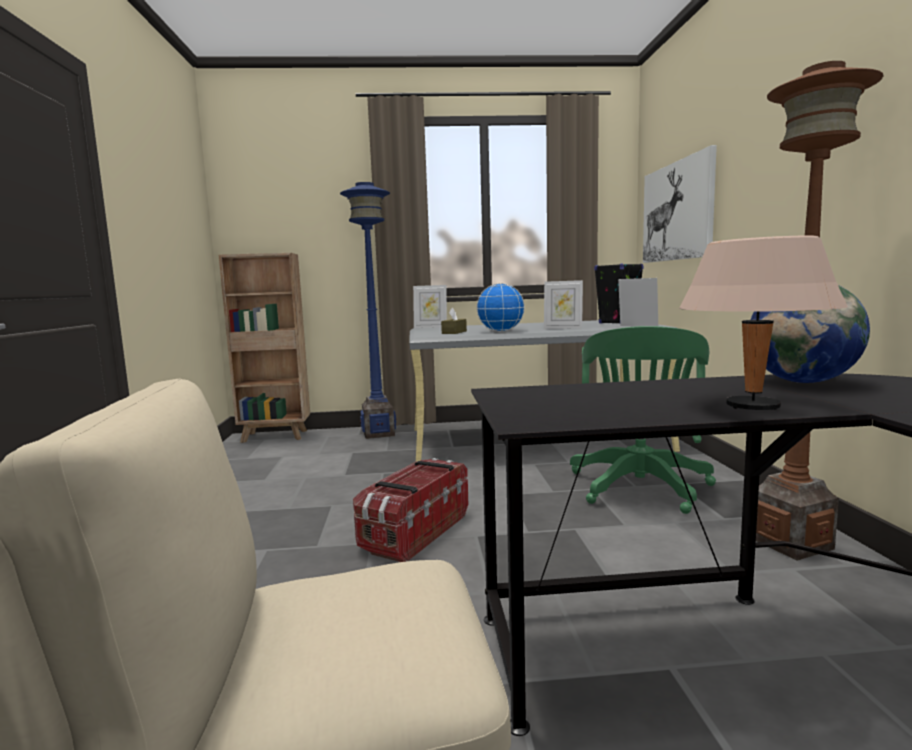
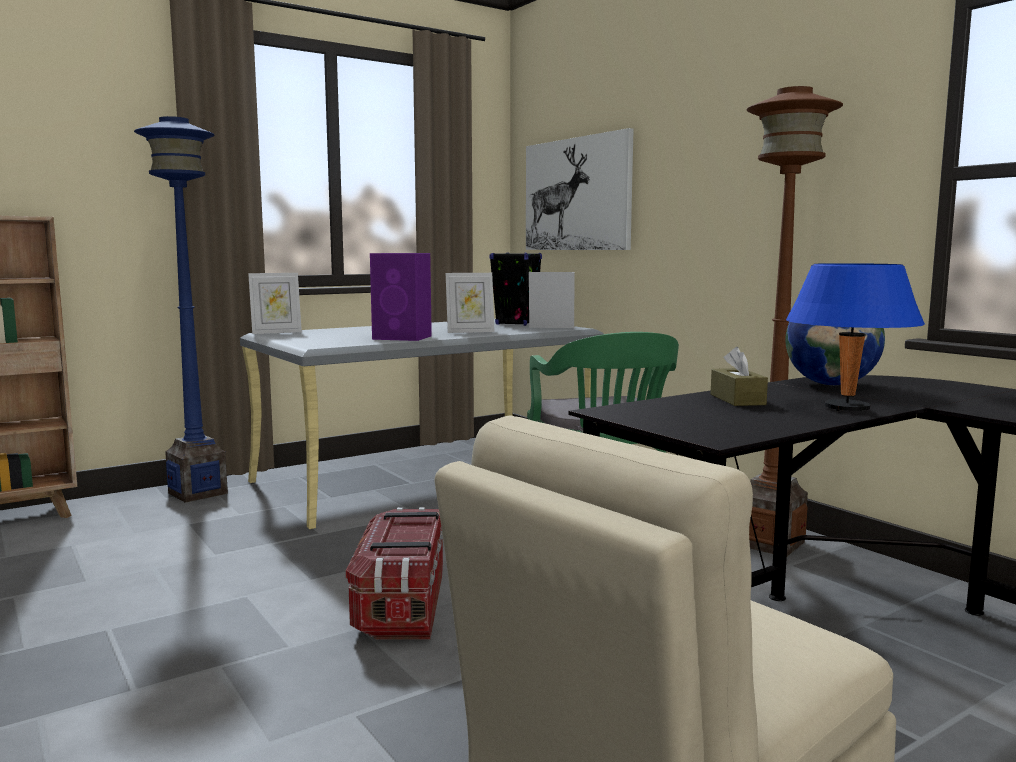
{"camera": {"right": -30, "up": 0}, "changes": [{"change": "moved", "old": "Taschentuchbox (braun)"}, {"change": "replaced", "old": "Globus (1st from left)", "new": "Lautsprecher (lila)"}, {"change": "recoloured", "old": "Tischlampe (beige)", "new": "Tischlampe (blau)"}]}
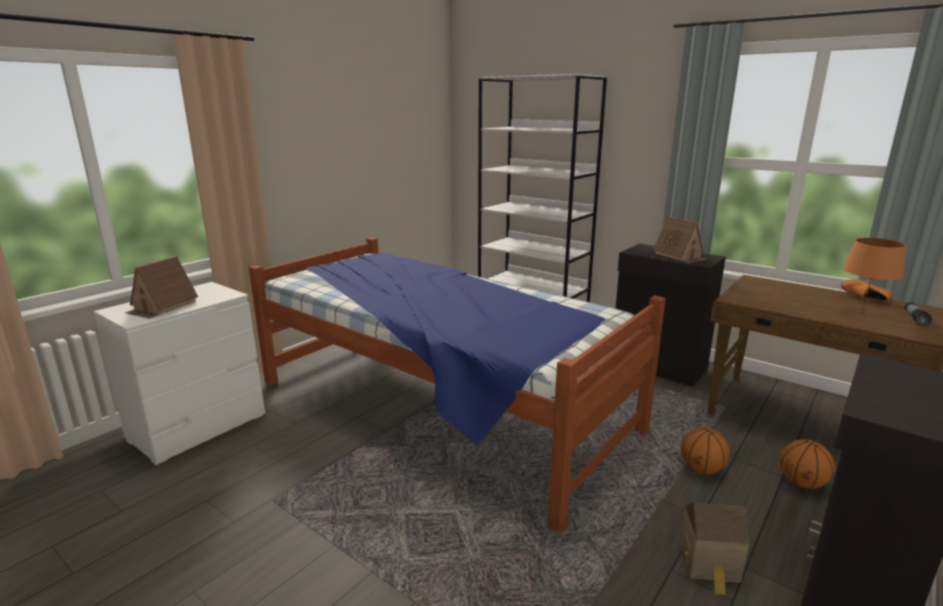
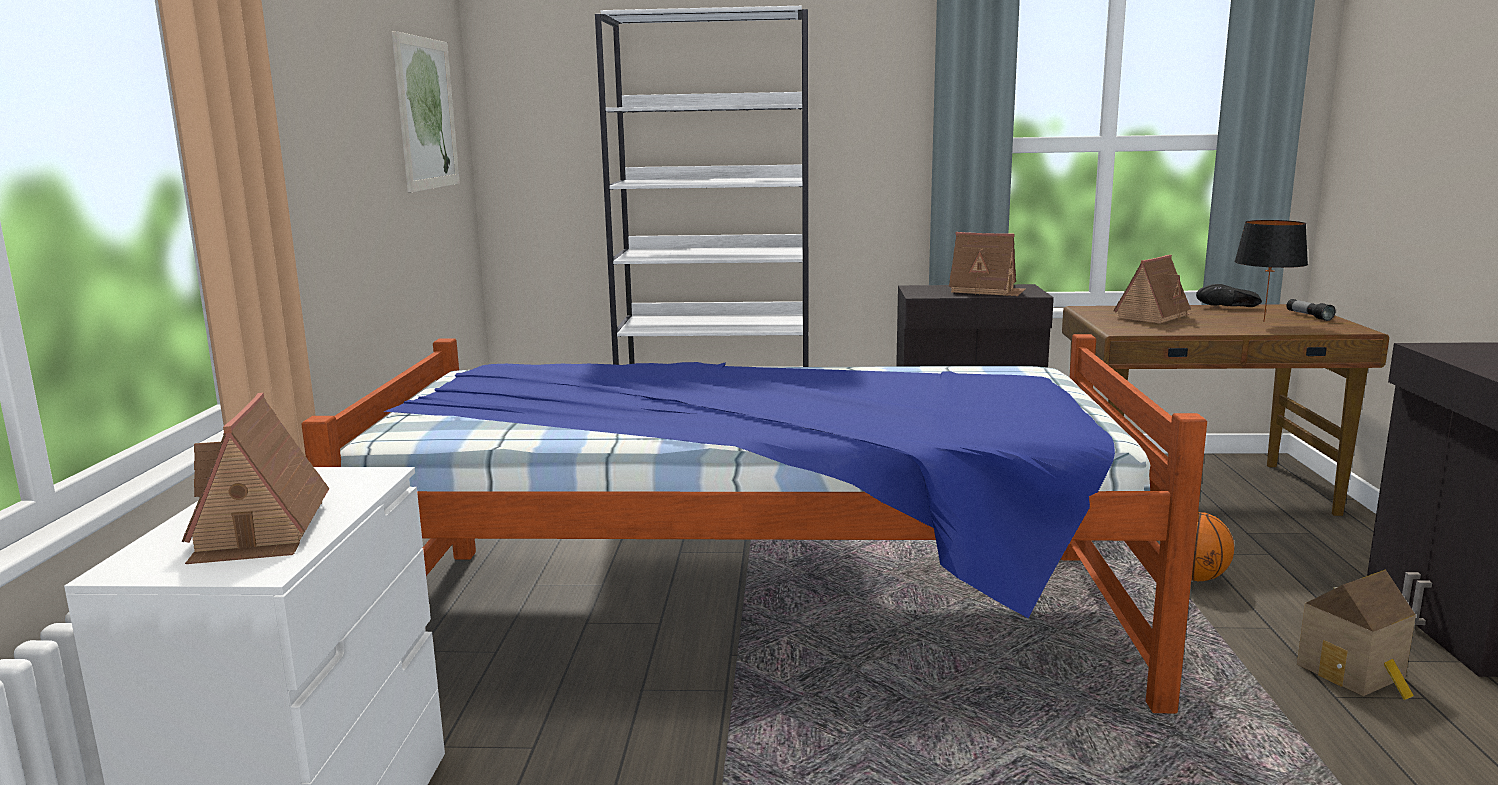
{"camera": {"right": -35, "up": -5}, "changes": [{"change": "removed", "old": "Basketball (2nd from left)"}, {"change": "added", "new": "Bild"}, {"change": "added", "new": "Spielzeughaus (3rd from left)"}, {"change": "recoloured", "old": "Schuh (orange)", "new": "Schuh (schwarz)"}, {"change": "recoloured", "old": "Tischlampe (orange)", "new": "Tischlampe (schwarz)"}]}
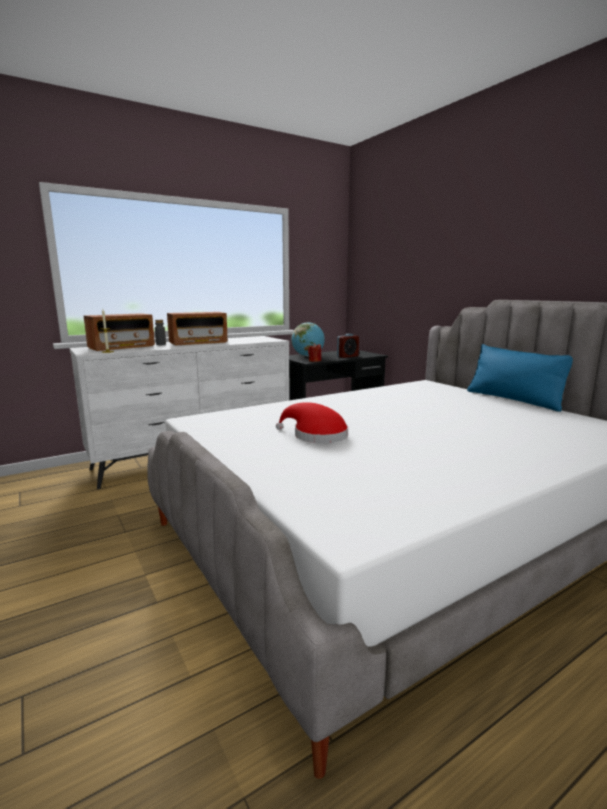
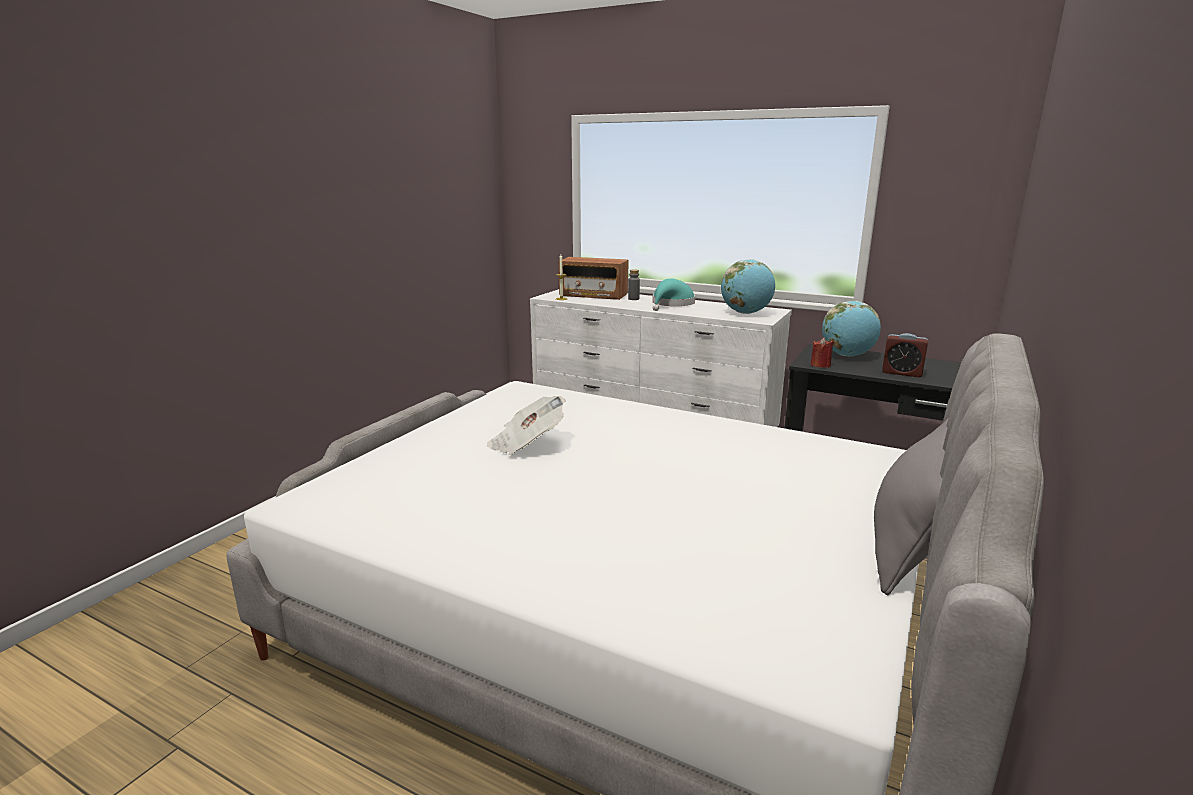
{"camera": {"right": 60, "up": 5}, "changes": [{"change": "added", "new": "Globus (1st from left)"}, {"change": "replaced", "old": "Radio (2nd from left)", "new": "Hut (türkis)"}, {"change": "replaced", "old": "Hut (rot)", "new": "Zeitung"}, {"change": "recoloured", "old": "Kissen (blau)", "new": "Kissen (grau)"}]}
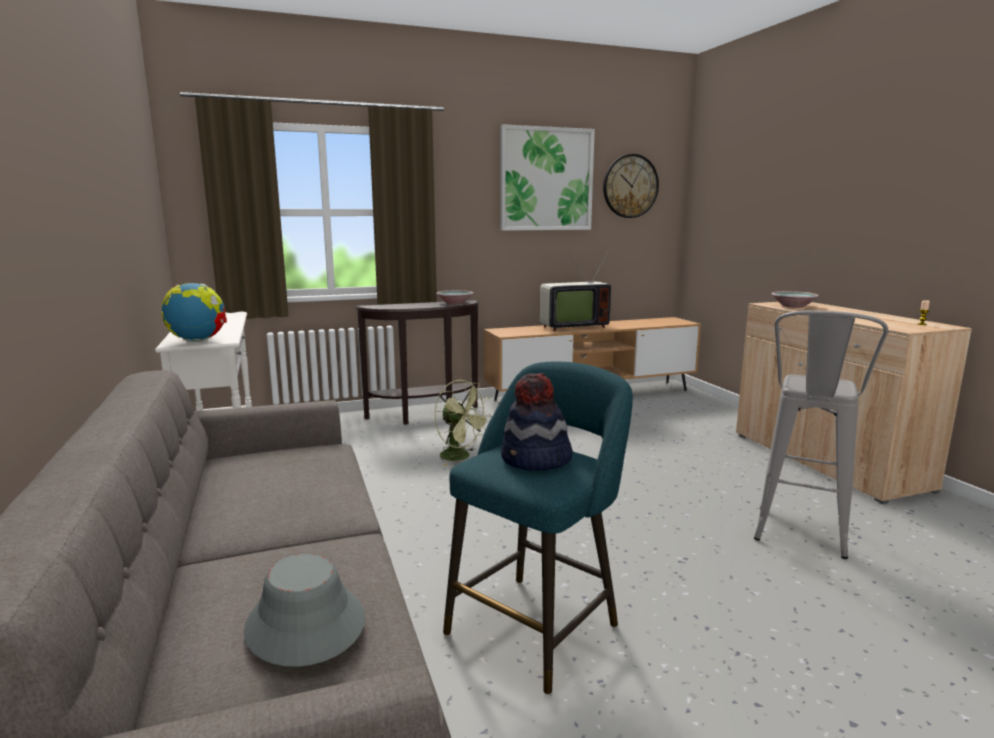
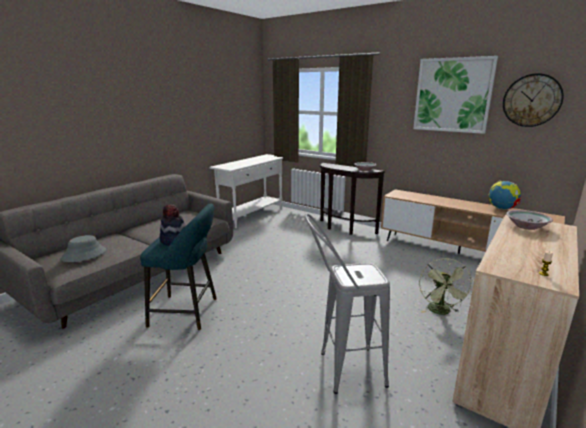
{"camera": {"right": 55, "up": 5}, "changes": [{"change": "removed", "old": "Fernseher"}, {"change": "moved", "old": "Globus"}, {"change": "moved", "old": "Ventilator (grün)"}]}
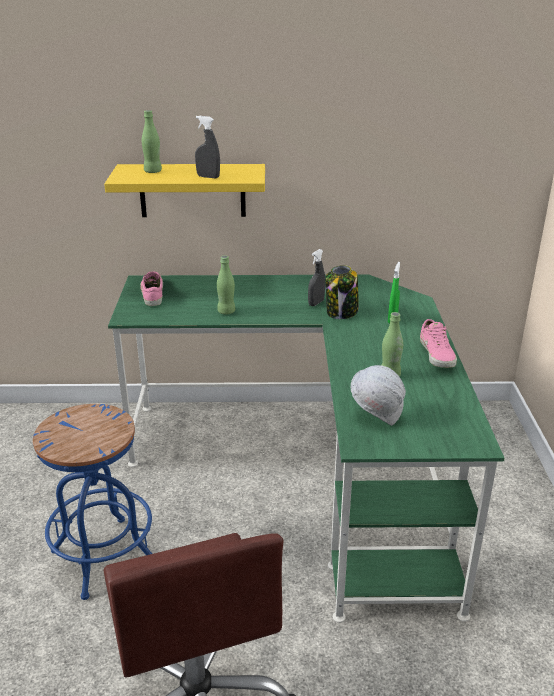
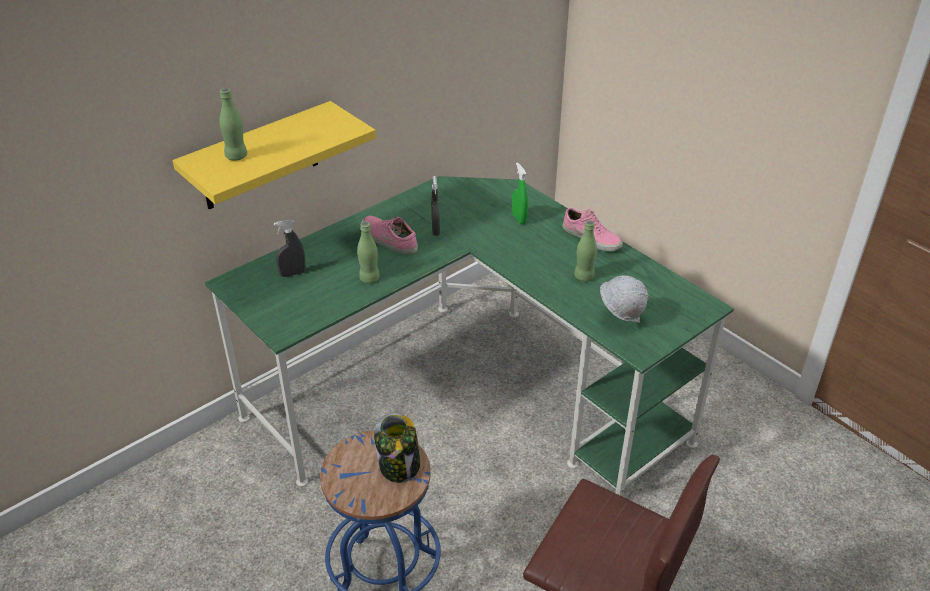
{"camera": {"right": -40, "up": 10}, "changes": [{"change": "moved", "old": "Schuh (rosa) (1st from left)"}, {"change": "moved", "old": "Sprühflasche (grau) (1st from left)"}, {"change": "moved", "old": "Vorratsglas"}]}
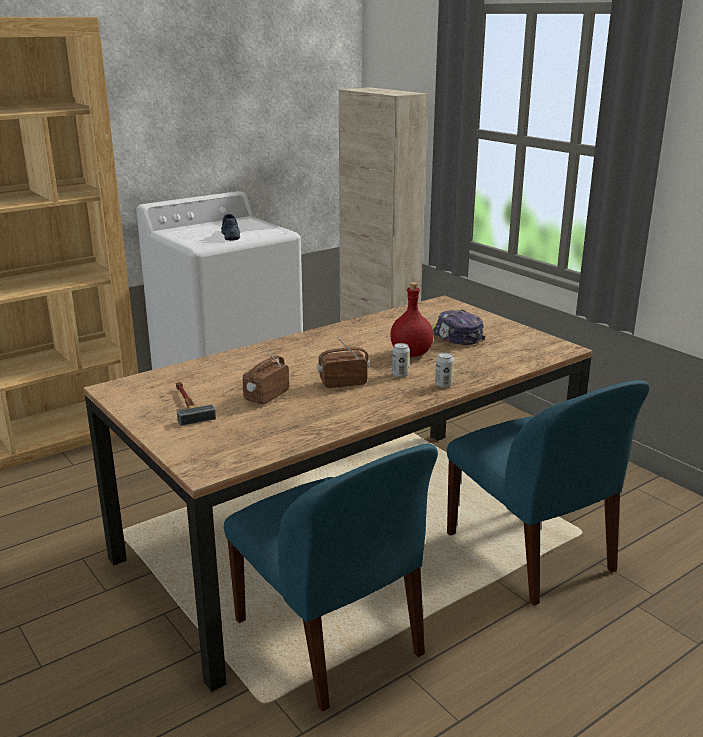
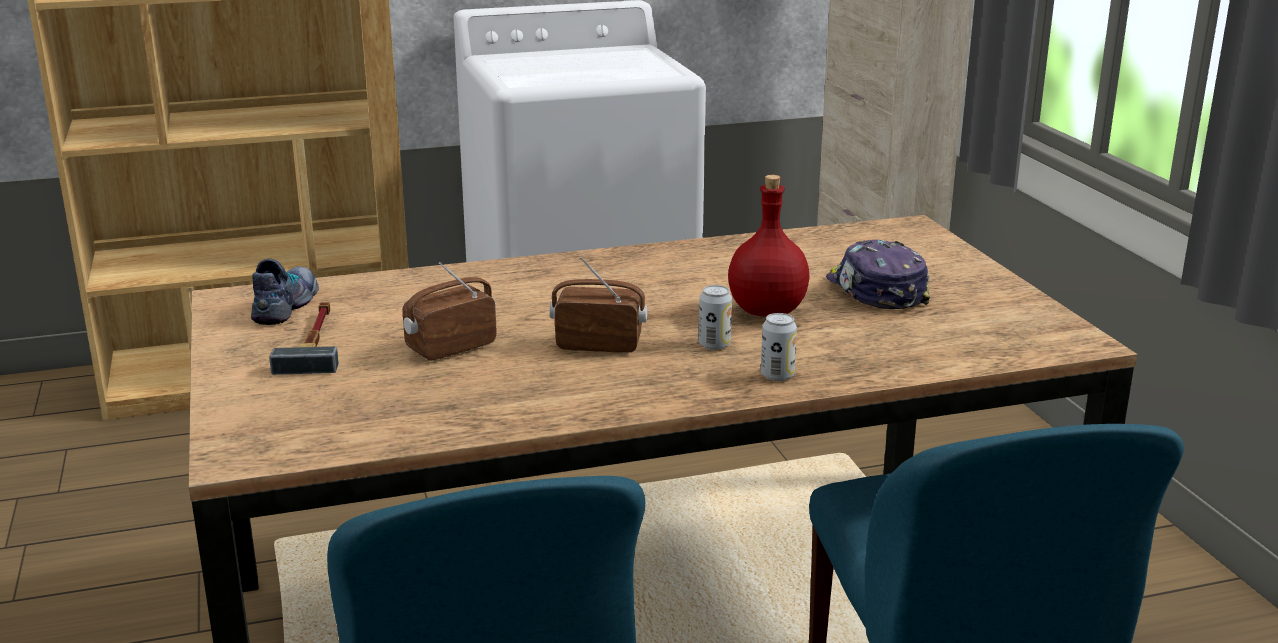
{"camera": {"right": 20, "up": 0}, "changes": [{"change": "moved", "old": "Schuh"}]}
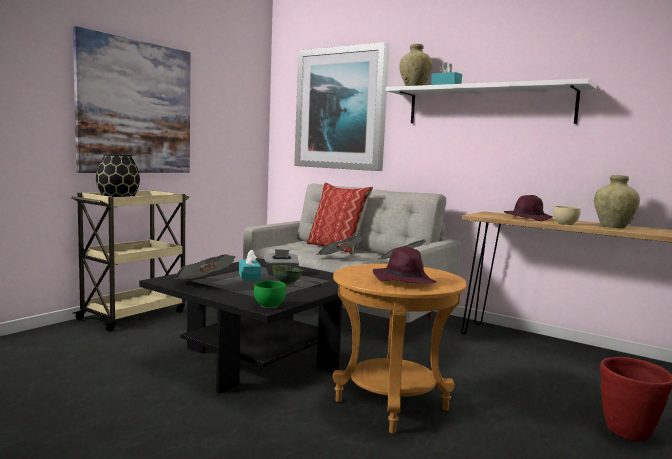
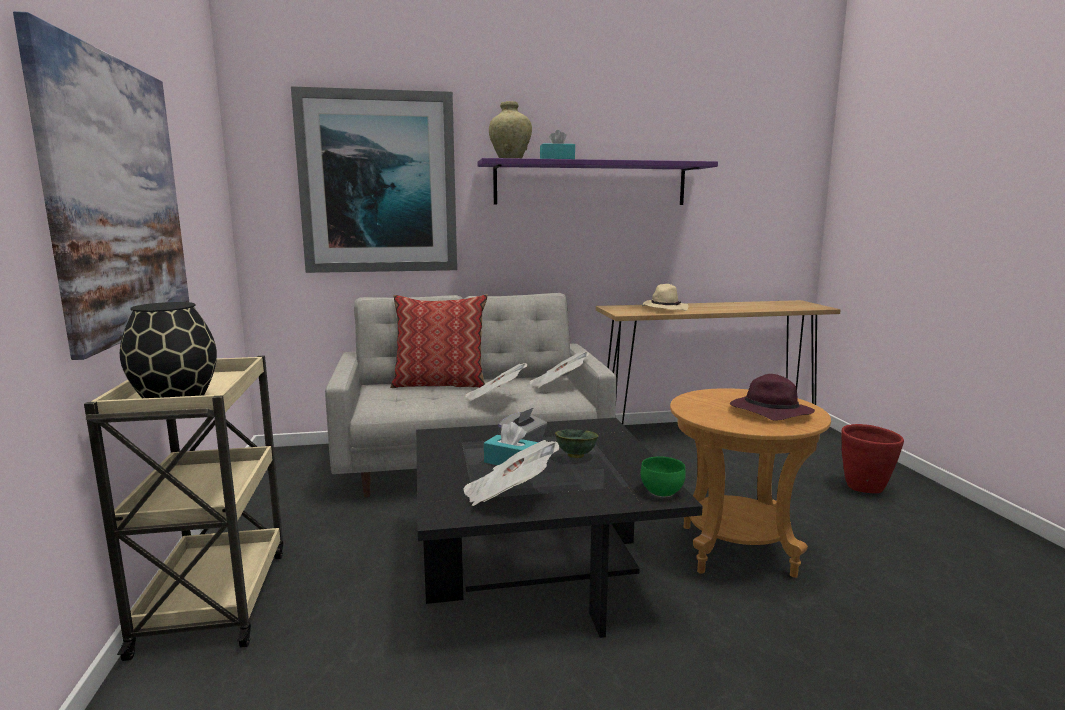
{"camera": {"right": -45, "up": 5}, "changes": [{"change": "removed", "old": "Schüssel (beige)"}, {"change": "removed", "old": "Vase (beige) (2nd from left)"}, {"change": "recoloured", "old": "Wandregal (weiß)", "new": "Wandregal (lila)"}, {"change": "recoloured", "old": "Hut (lila) (2nd from left)", "new": "Hut (beige)"}]}
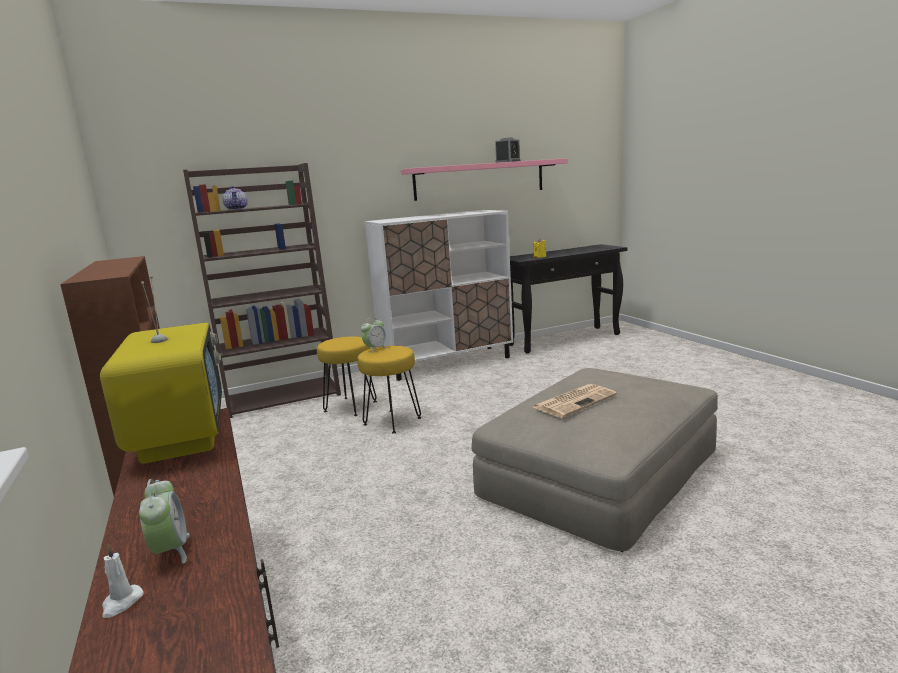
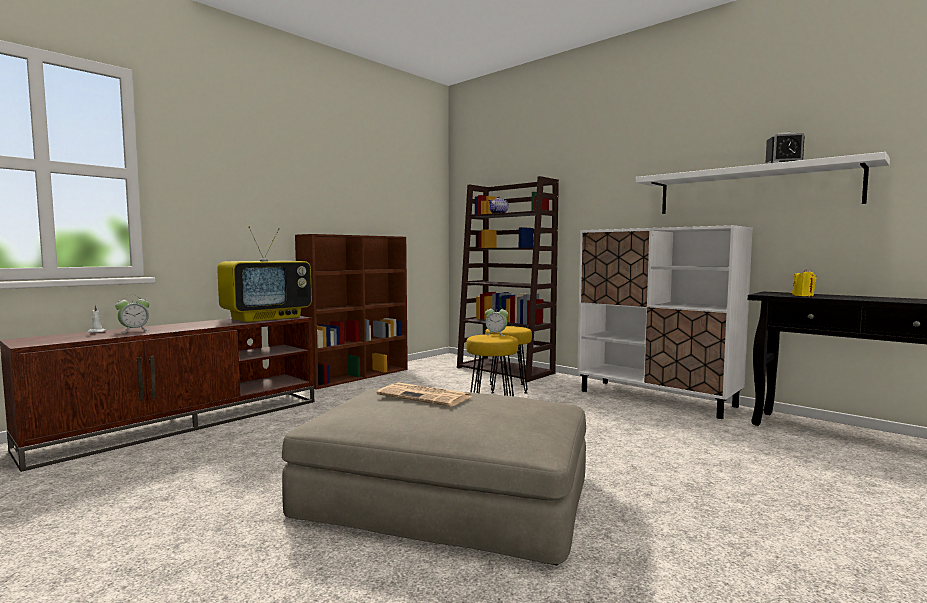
{"camera": {"right": 65, "up": -10}, "changes": [{"change": "recoloured", "old": "Wandregal (rosa)", "new": "Wandregal (weiß)"}]}
